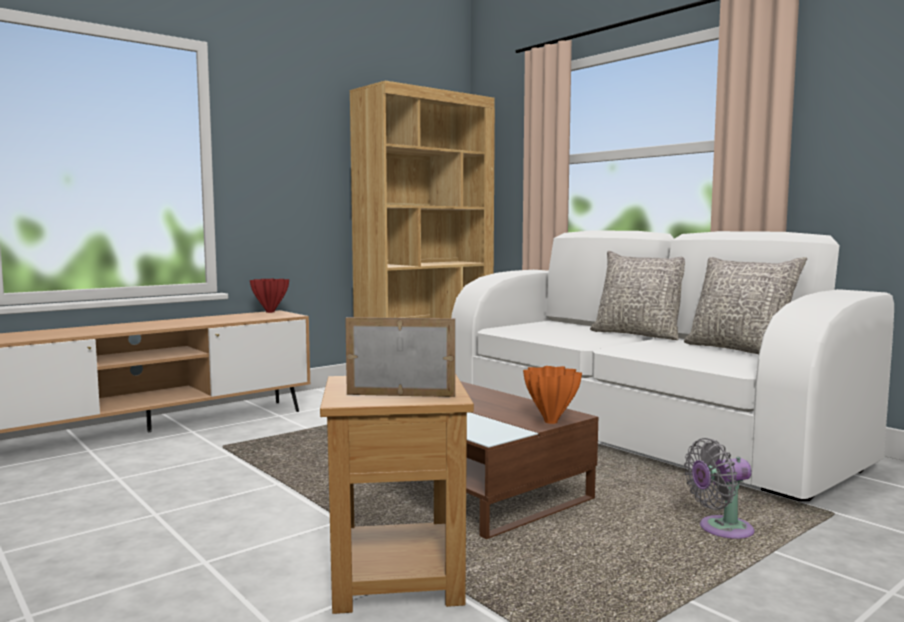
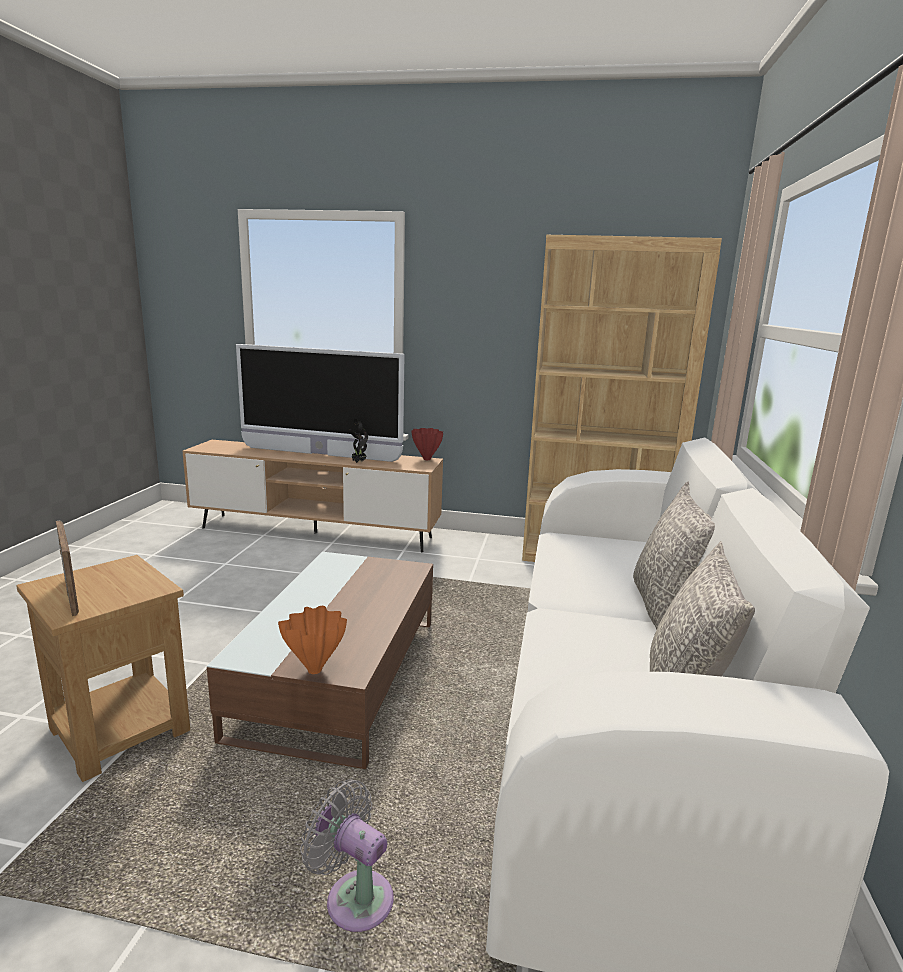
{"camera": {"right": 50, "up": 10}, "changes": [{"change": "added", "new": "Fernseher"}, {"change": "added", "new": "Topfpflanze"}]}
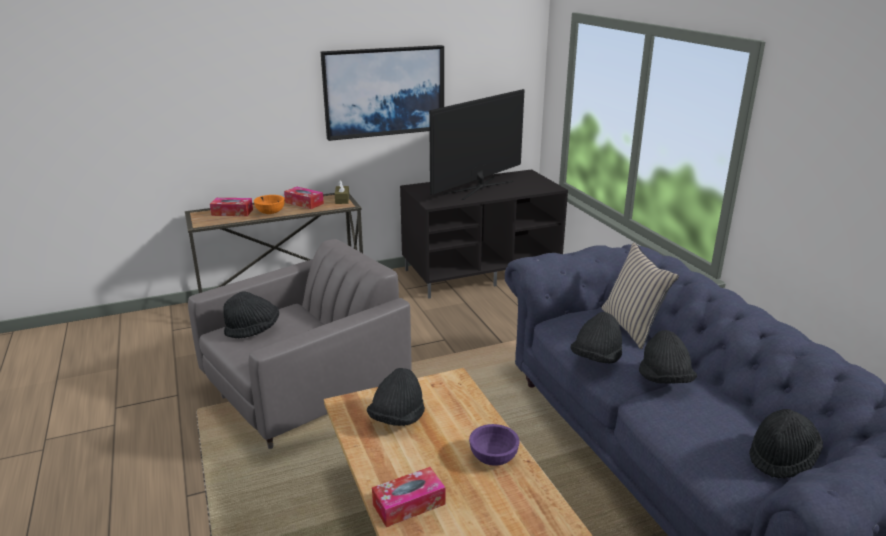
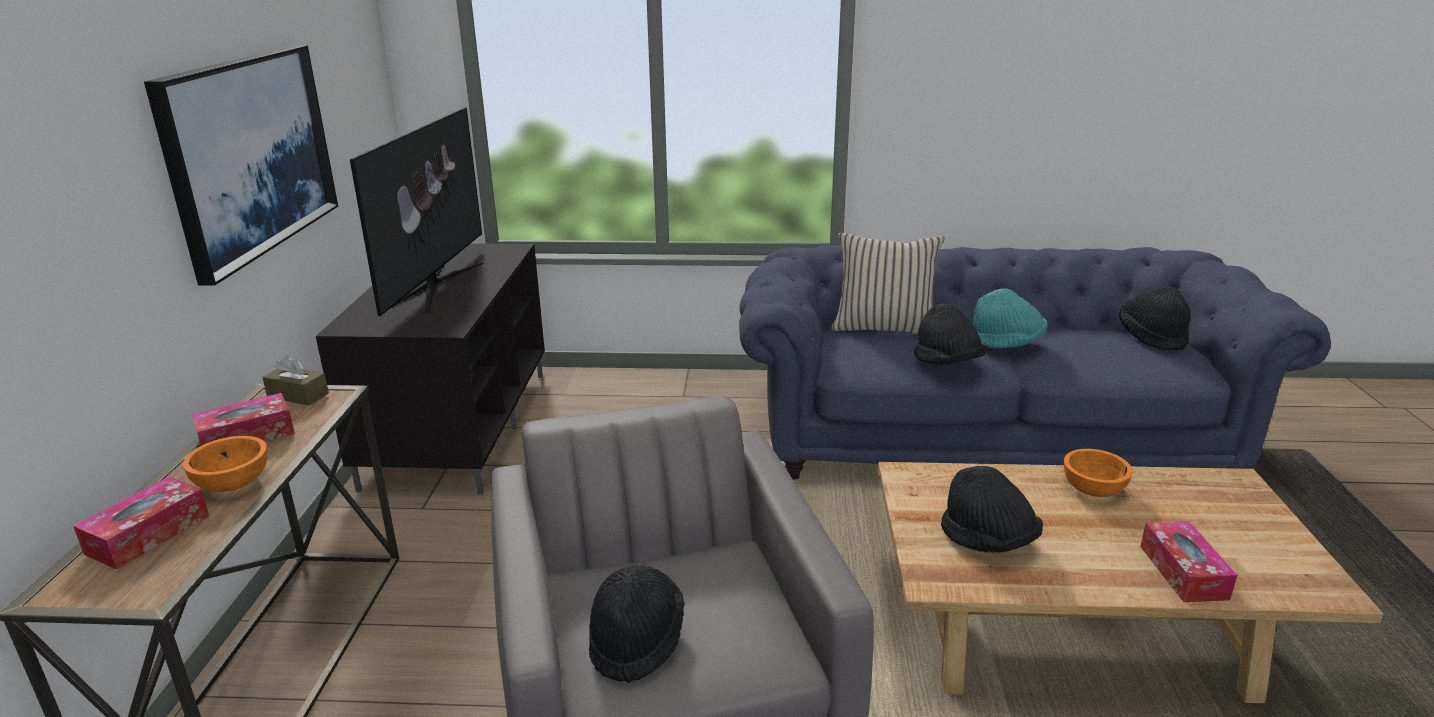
{"camera": {"right": -65, "up": 0}, "changes": [{"change": "recoloured", "old": "Schüssel (lila)", "new": "Schüssel (orange) (2nd from left)"}, {"change": "recoloured", "old": "Hut (schwarz) (4th from left)", "new": "Hut (türkis)"}, {"change": "turned", "old": "Fernseher", "degrees": -150}]}
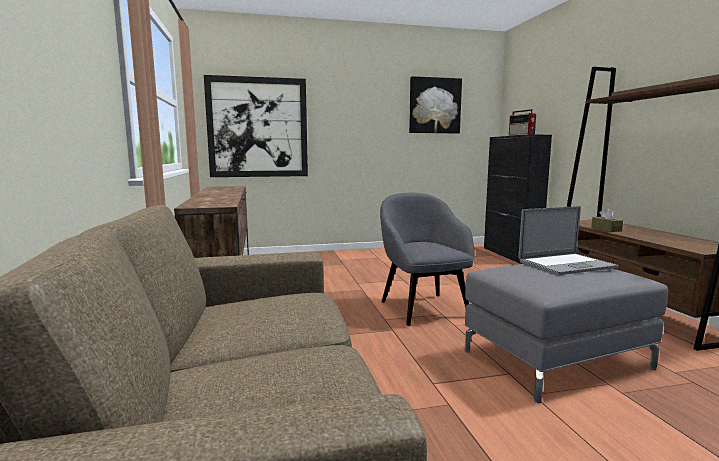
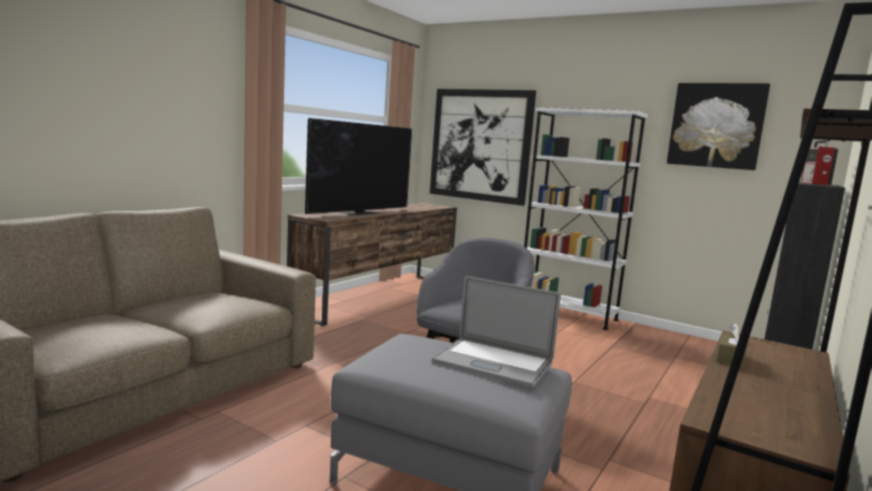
{"camera": {"right": 45, "up": 0}, "changes": [{"change": "added", "new": "Fernseher"}, {"change": "added", "new": "Bücherregal (weiß)"}]}
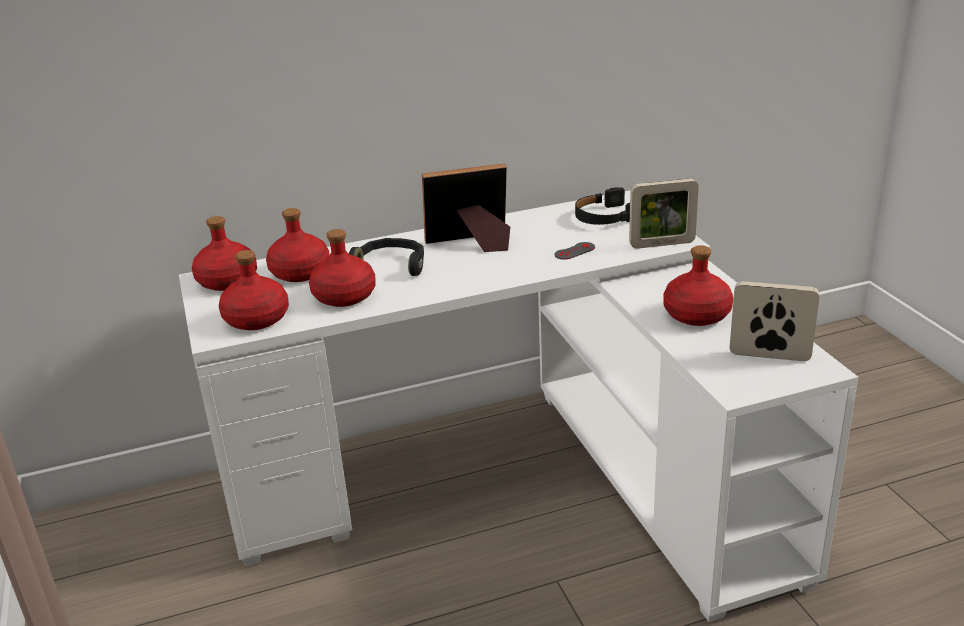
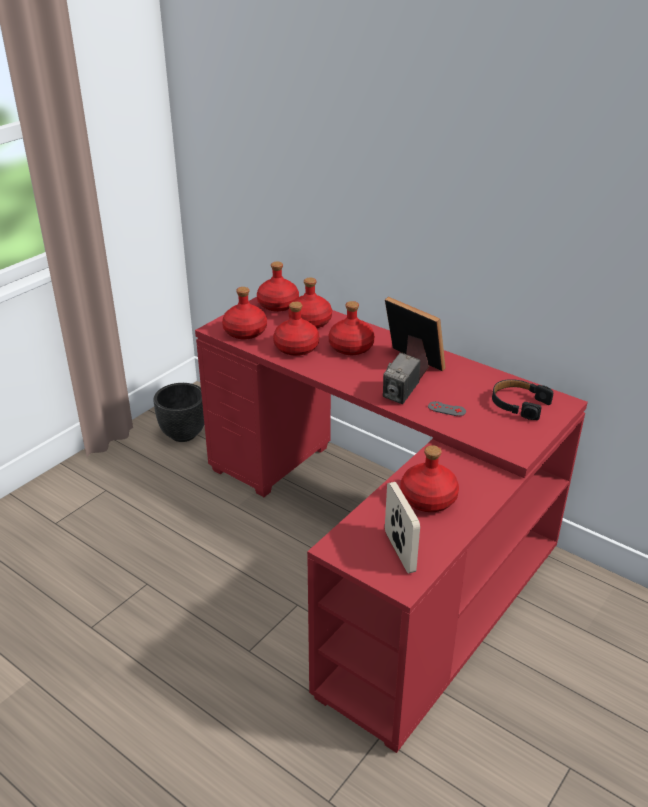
{"camera": {"right": 55, "up": 5}, "changes": [{"change": "removed", "old": "Bilderrahmen (2nd from left)"}, {"change": "added", "new": "Pflanzkübel (schwarz)"}, {"change": "added", "new": "Kamera"}, {"change": "replaced", "old": "Kopfhörer (schwarz) (1st from left)", "new": "Flasche (rot) (5th from left)"}, {"change": "recoloured", "old": "Schreibtisch (weiß)", "new": "Schreibtisch (rot)"}]}
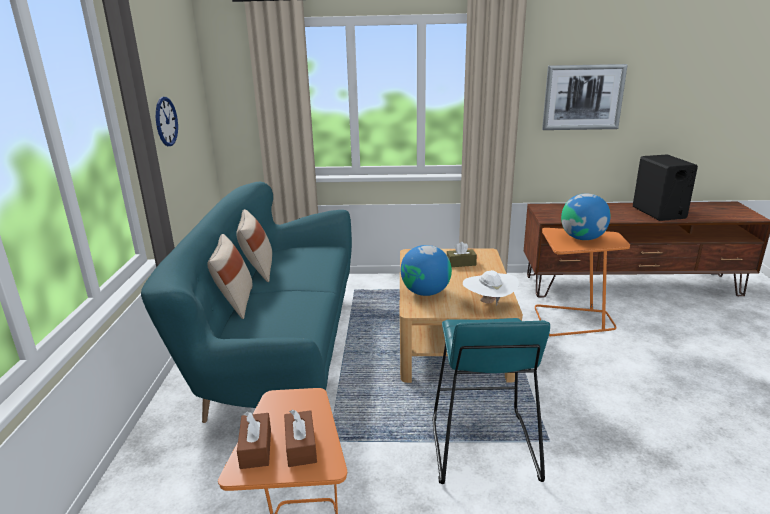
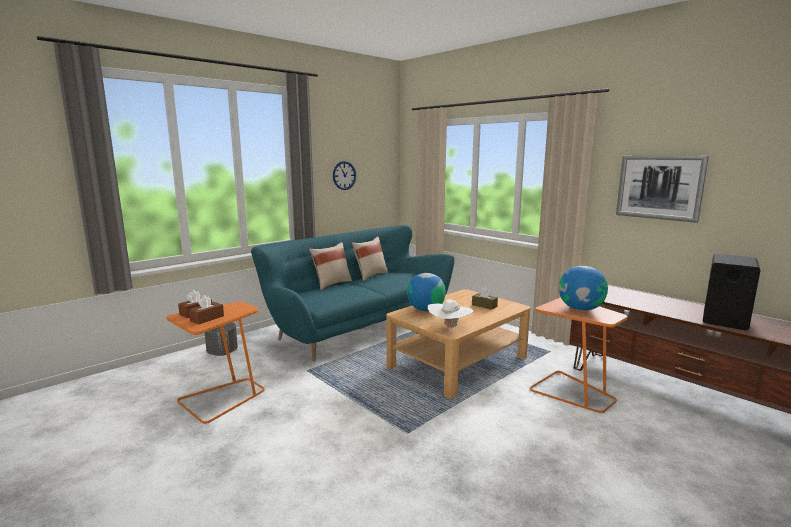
{"camera": {"right": 45, "up": -10}, "changes": [{"change": "removed", "old": "Hocker (türkis)"}, {"change": "added", "new": "Pflanzkübel (grau)"}]}
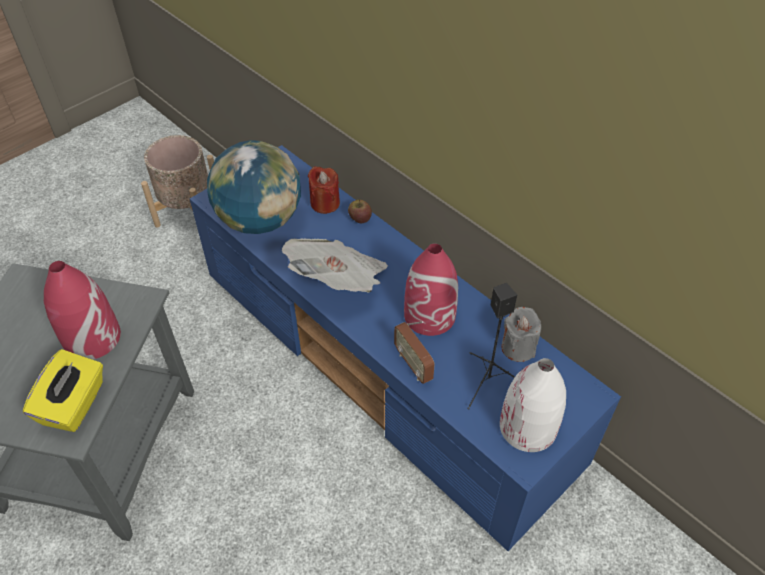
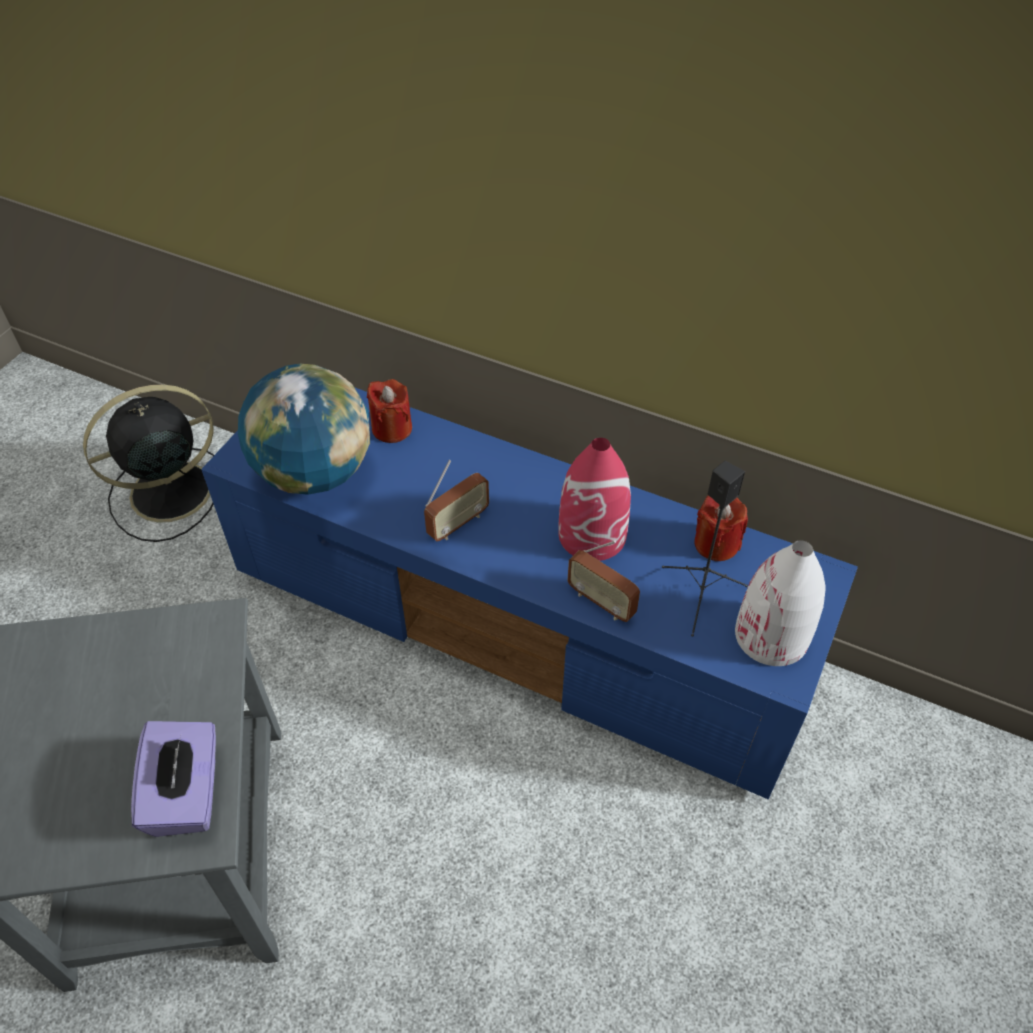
{"camera": {"right": -20, "up": 0}, "changes": [{"change": "removed", "old": "Vase (rot) (1st from left)"}, {"change": "removed", "old": "Apfel"}, {"change": "replaced", "old": "Pflanzkübel (beige)", "new": "Ventilator (schwarz)"}, {"change": "replaced", "old": "Zeitung", "new": "Radio (1st from left)"}, {"change": "recoloured", "old": "Taschentuchbox (gelb)", "new": "Taschentuchbox (lila)"}, {"change": "recoloured", "old": "Kerze (grau)", "new": "Kerze (rot) (2nd from left)"}]}
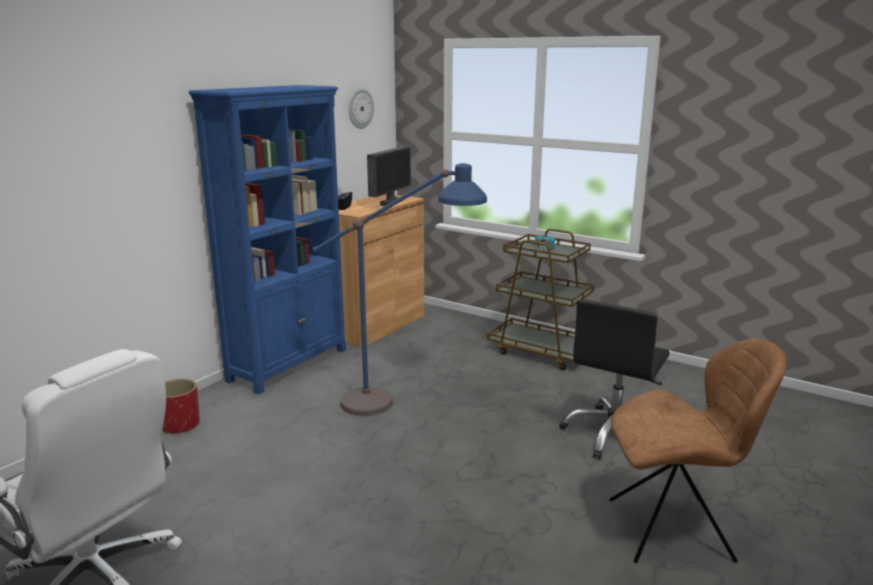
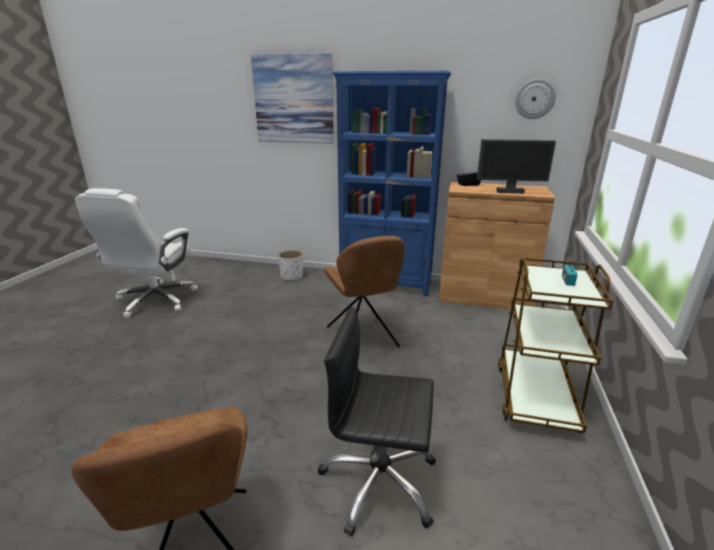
{"camera": {"right": 70, "up": 5}, "changes": [{"change": "added", "new": "Bild"}, {"change": "replaced", "old": "Stehlampe (blau)", "new": "Stuhl (braun) (2nd from left)"}, {"change": "recoloured", "old": "Pflanzkübel (rot)", "new": "Pflanzkübel (weiß)"}]}
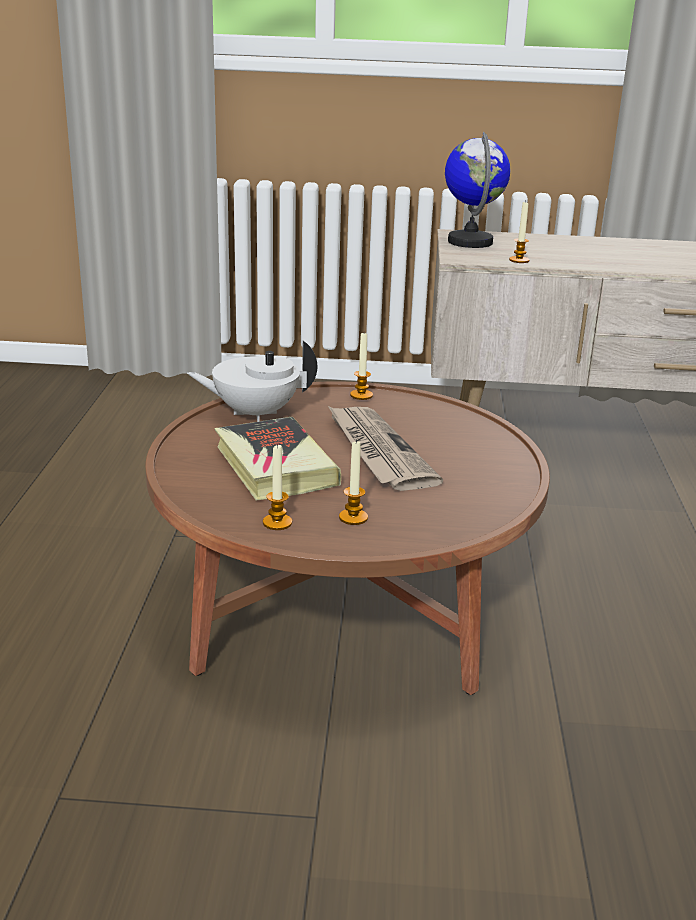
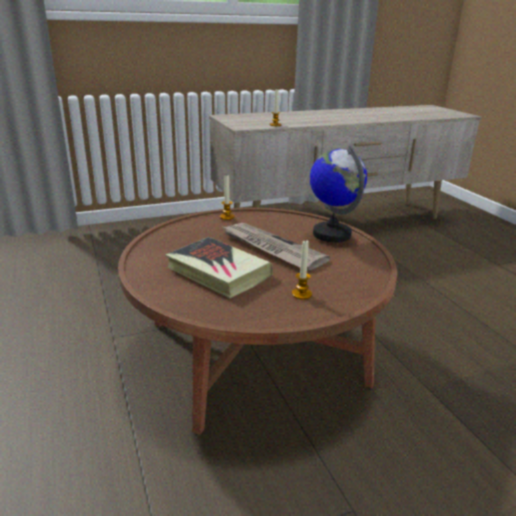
{"camera": {"right": -25, "up": 0}, "changes": [{"change": "removed", "old": "Teekanne (weiß)"}, {"change": "removed", "old": "Kerze (1st from left)"}, {"change": "moved", "old": "Globus"}]}
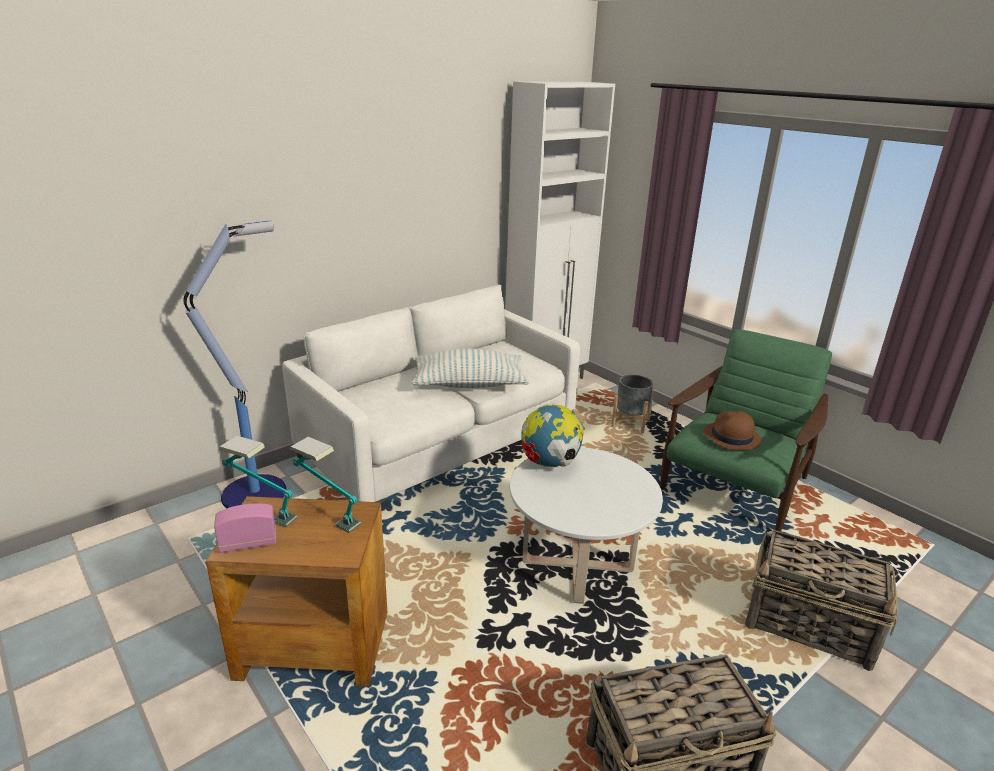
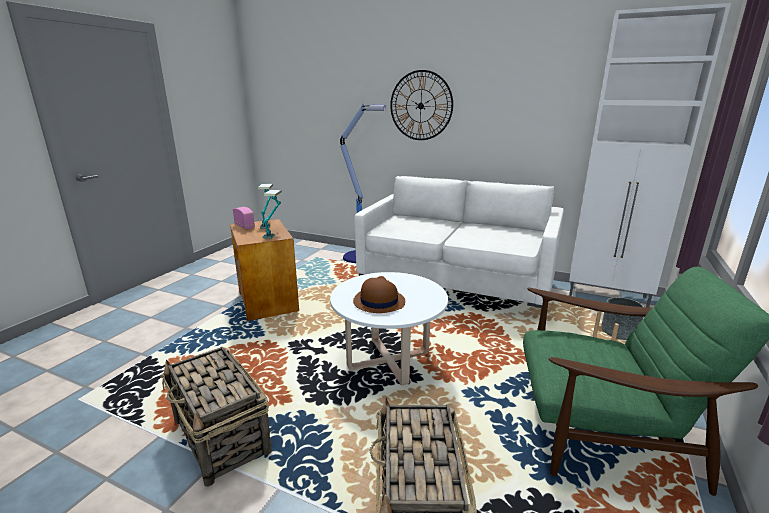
{"camera": {"right": 65, "up": -5}, "changes": [{"change": "removed", "old": "Kissen"}, {"change": "removed", "old": "Globus"}, {"change": "added", "new": "Wanduhr"}, {"change": "moved", "old": "Hut (braun)"}]}
